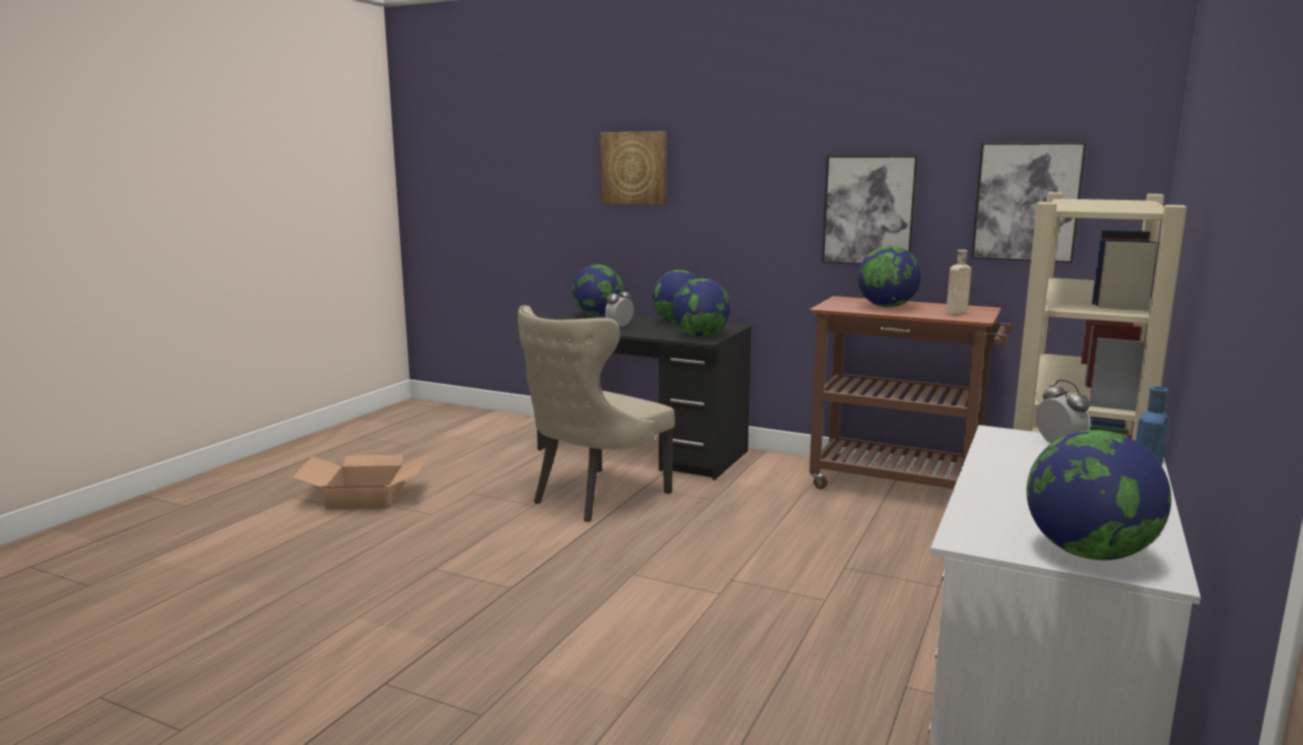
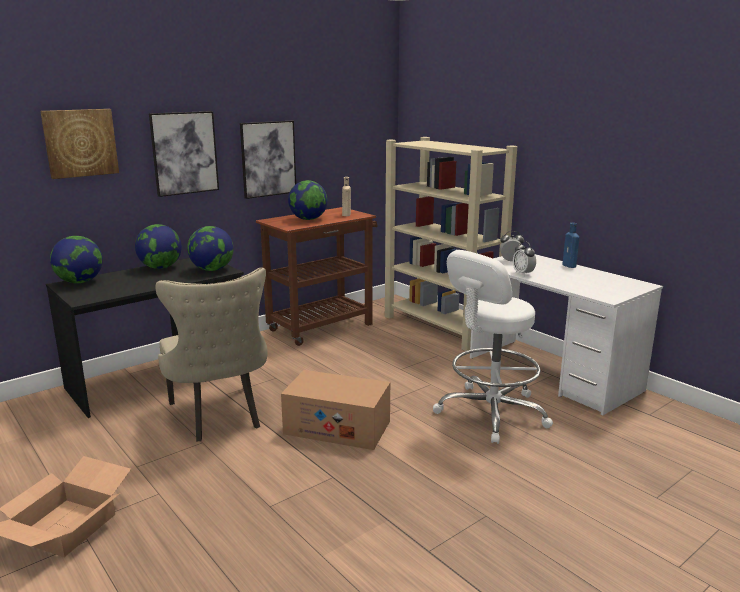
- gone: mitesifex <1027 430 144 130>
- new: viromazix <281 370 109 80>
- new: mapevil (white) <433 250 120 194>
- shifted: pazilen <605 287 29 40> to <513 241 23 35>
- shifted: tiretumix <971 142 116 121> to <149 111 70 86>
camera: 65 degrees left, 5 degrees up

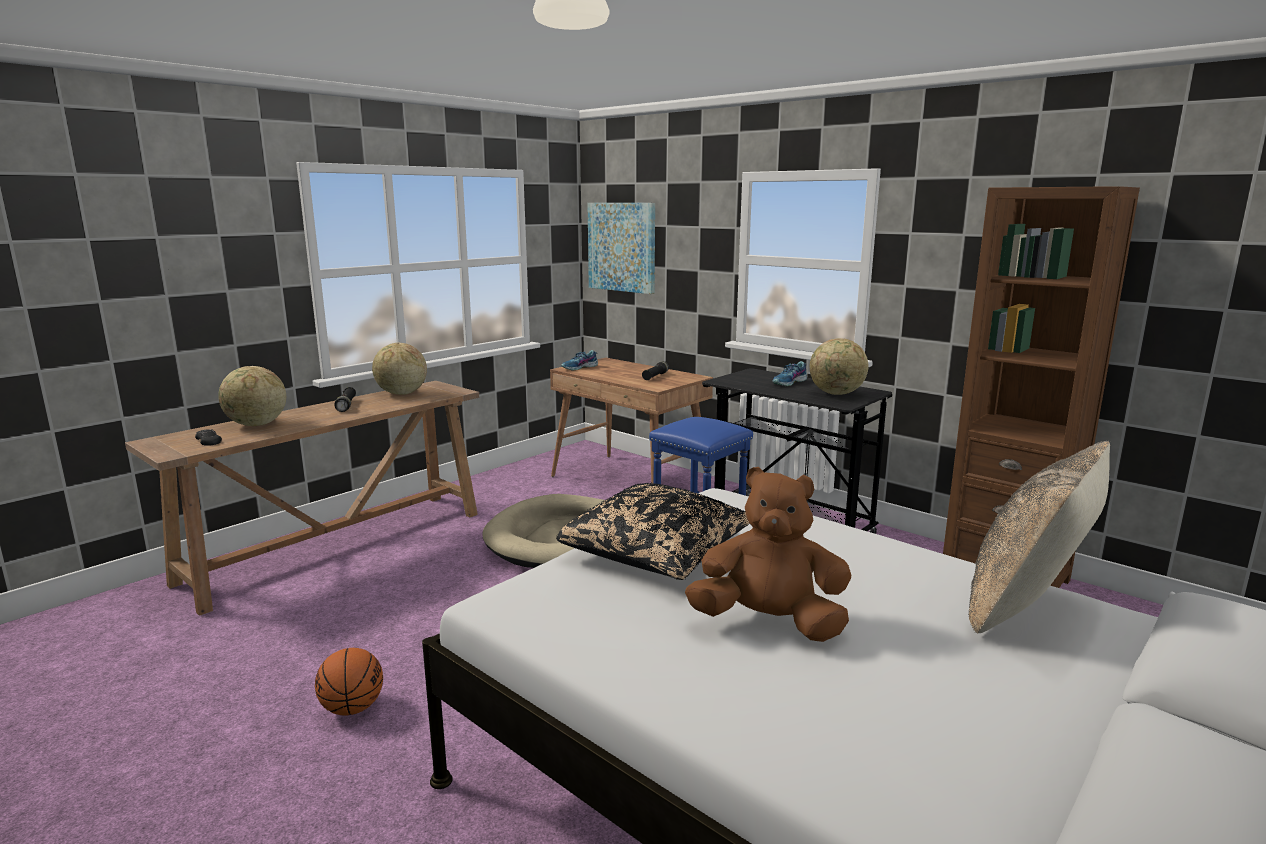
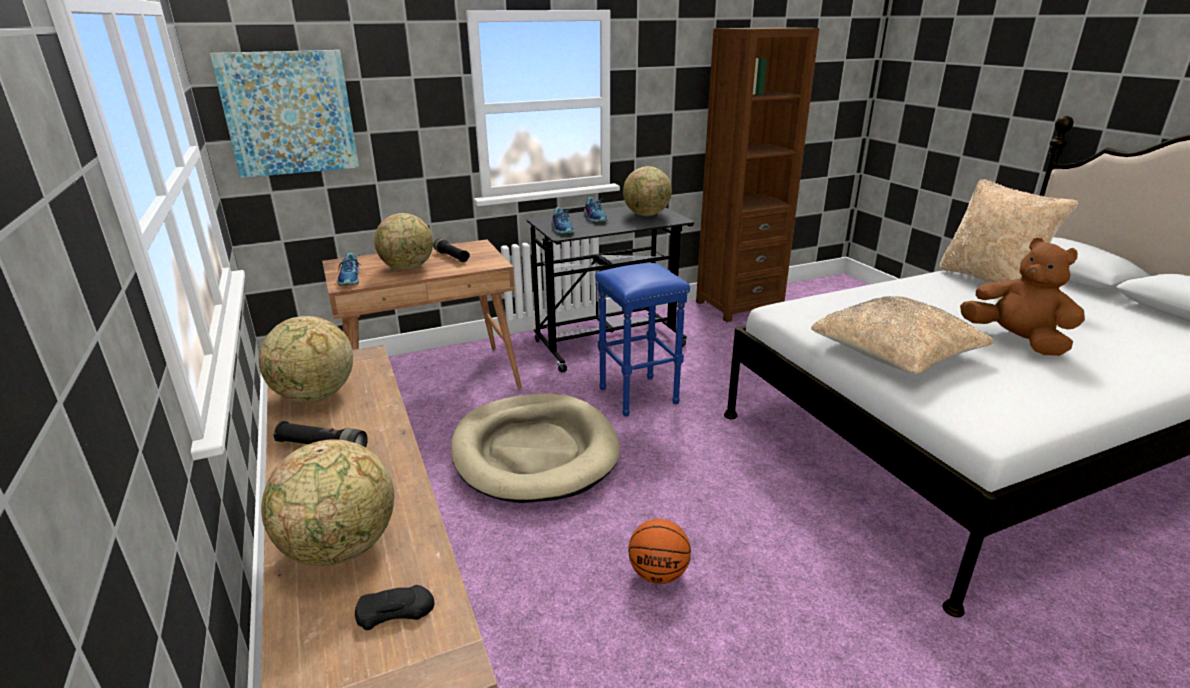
- new: mitesifex <374 213 59 57>
- new: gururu <551 207 23 27>
- shifted: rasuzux <315 648 68 68> to <629 519 62 65>
- repainted: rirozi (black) <556 483 194 97> to rirozi (beige) <811 296 183 78>
- rotated: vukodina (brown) <685 467 166 175> = <960 238 125 118> 105 degrees clockwise
camera: 65 degrees left, 10 degrees up

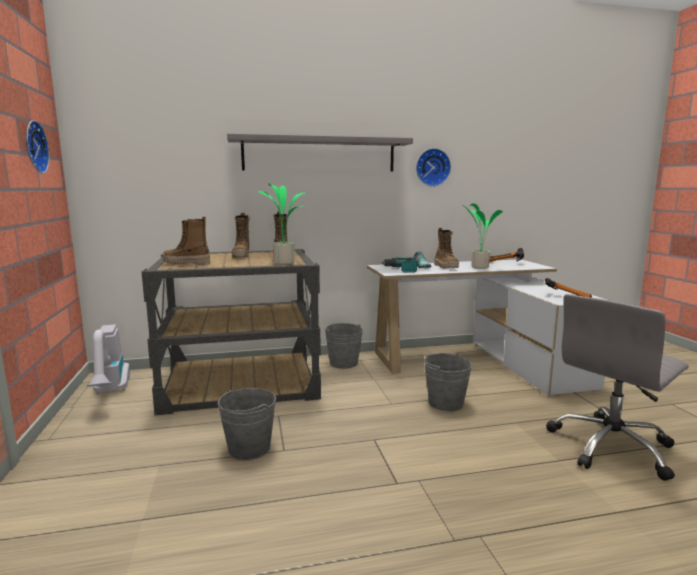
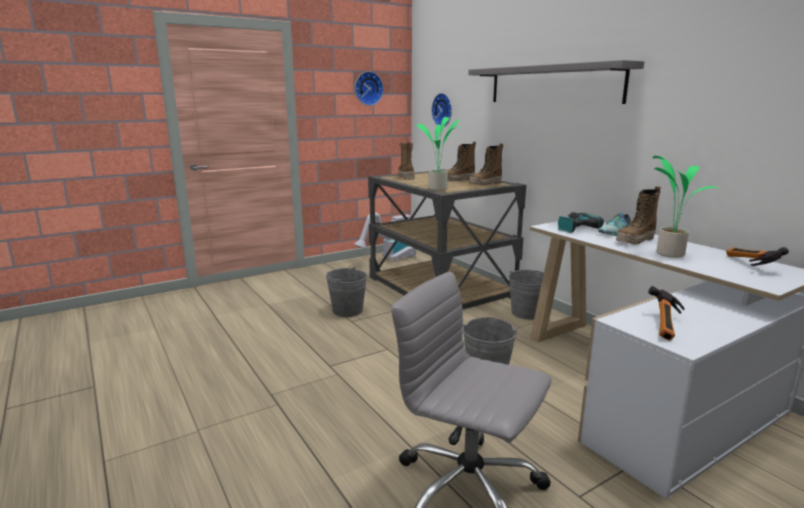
- shifted: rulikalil <416 148 35 39> to <431 93 21 34>
camera: 70 degrees right, 5 degrees up

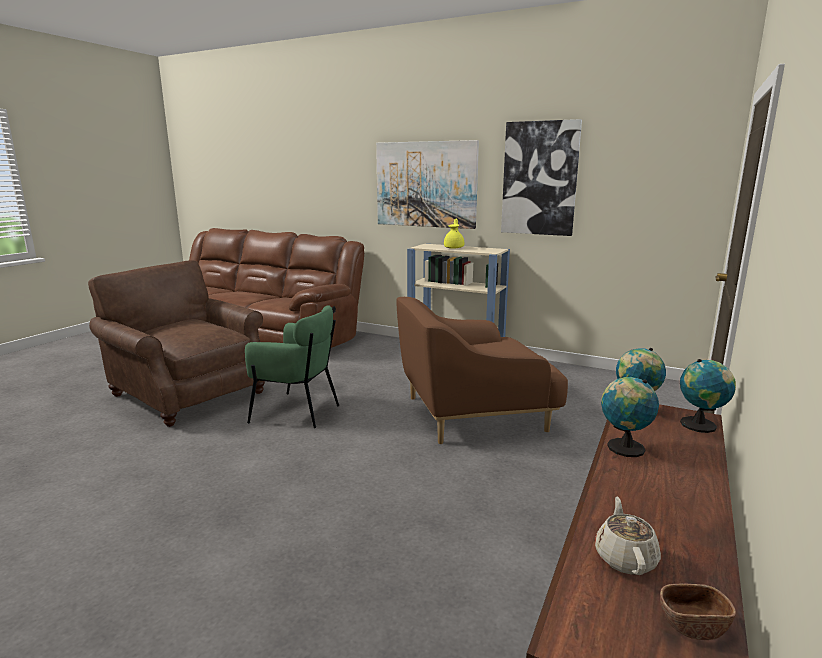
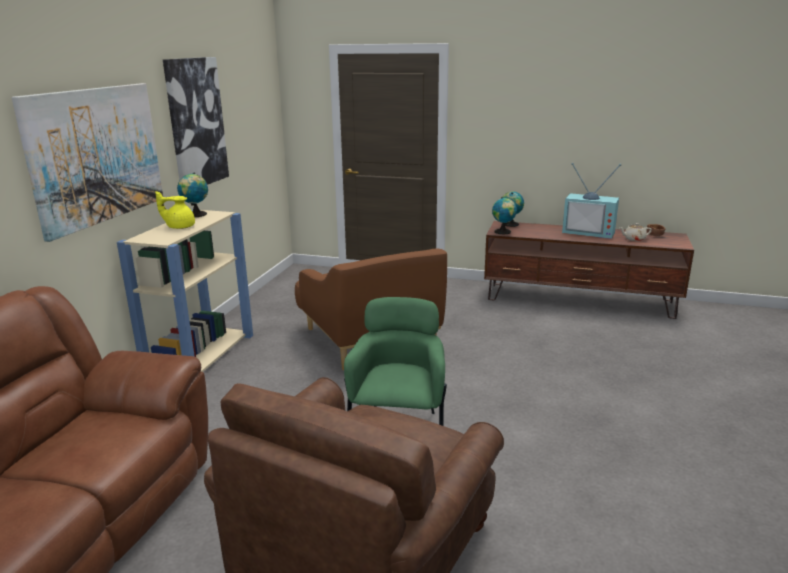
- new: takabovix <562 163 59 76>
- shifted: mitesifex <601 377 58 80> to <177 173 31 44>
camera: 100 degrees left, 5 degrees up

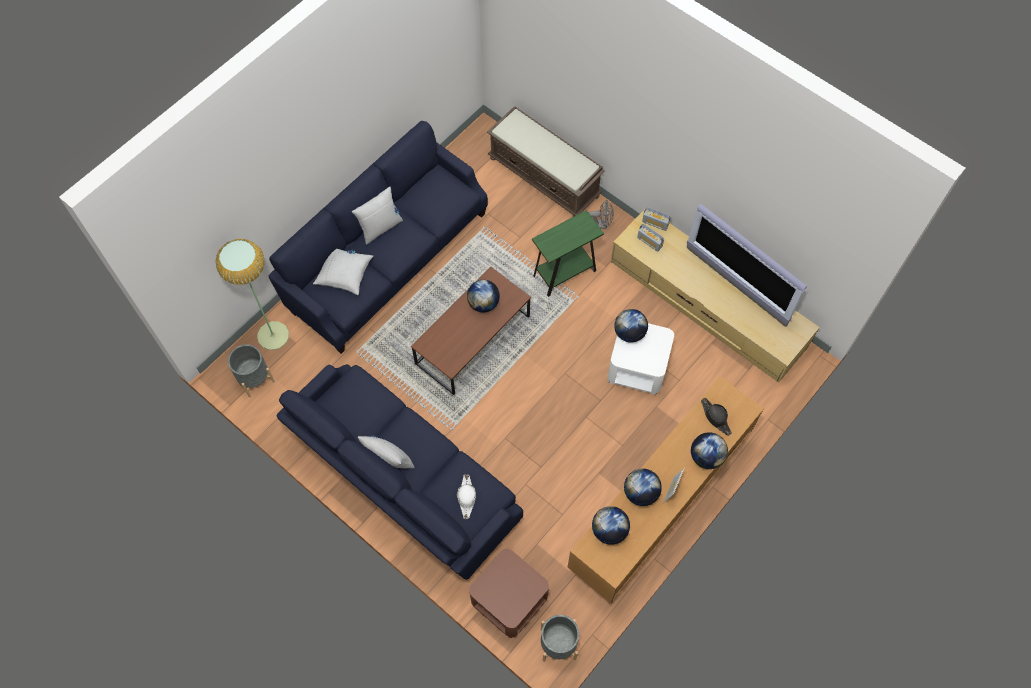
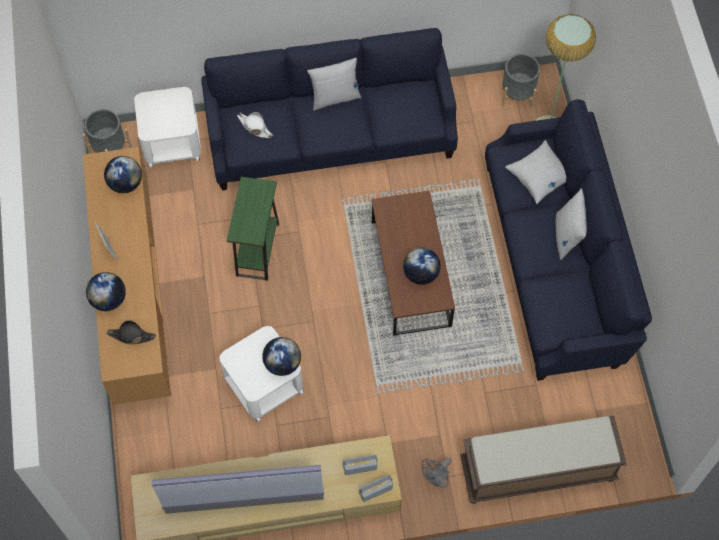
- gone: mitesifex <624 469 38 37>
- shifted: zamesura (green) <532 210 72 87> to <227 177 52 104>
- repainted: zamesura (brown) <469 549 80 89> to zamesura (white) <134 87 67 80>
camera: 130 degrees right, 0 degrees up

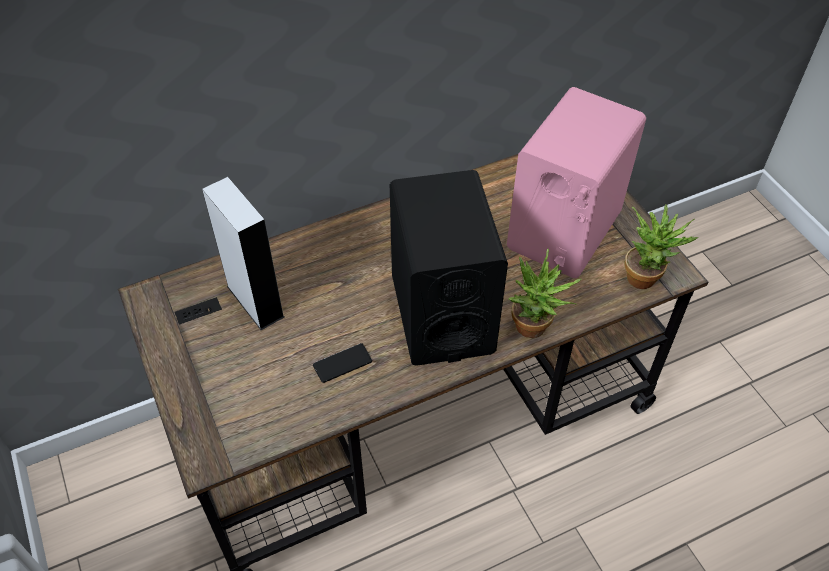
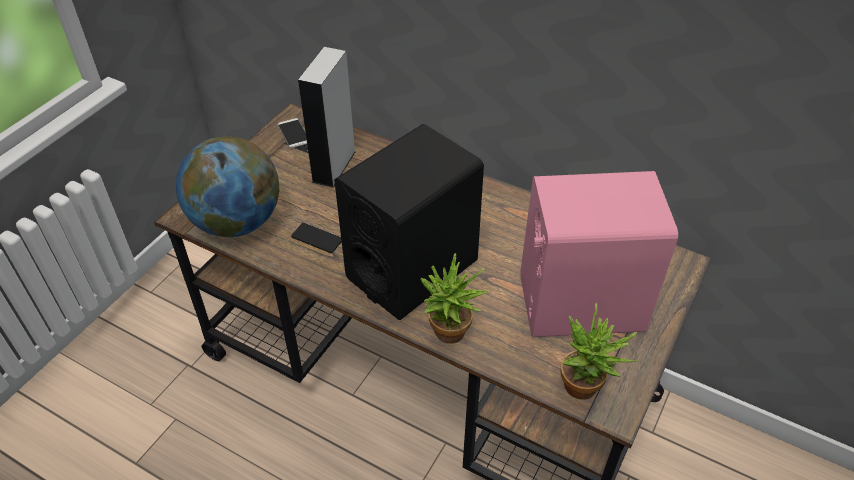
- new: mitesifex <176 136 103 101>
- new: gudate <278 118 29 30>
camera: 55 degrees right, 5 degrees down

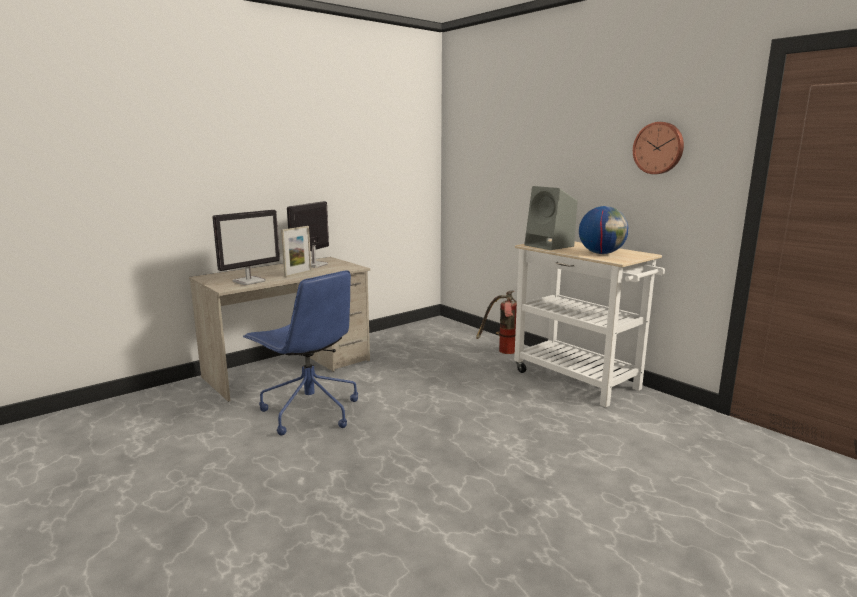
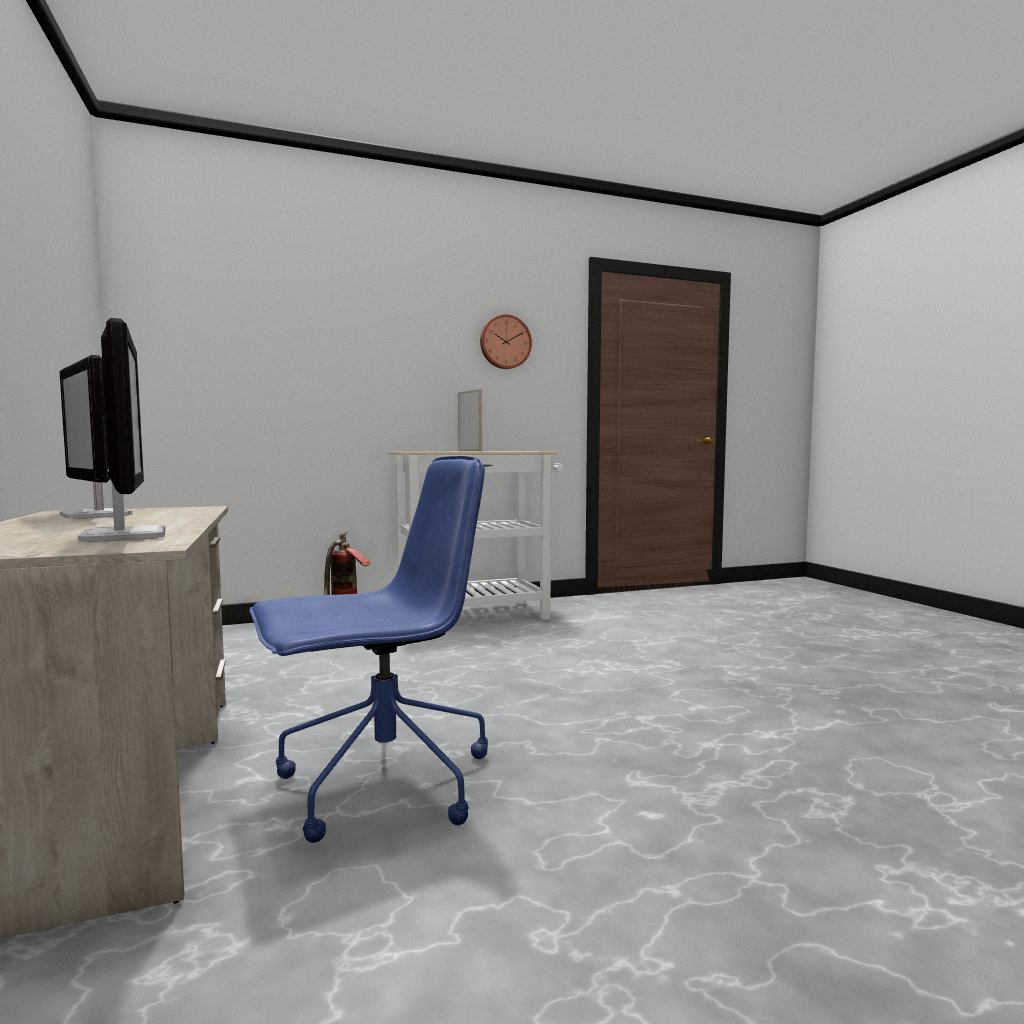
- gone: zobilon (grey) <524 186 53 64>
- gone: mitesifex <579 206 49 48>
- shifted: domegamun <281 226 30 51> to <458 389 24 62>
camera: 70 degrees left, 10 degrees down

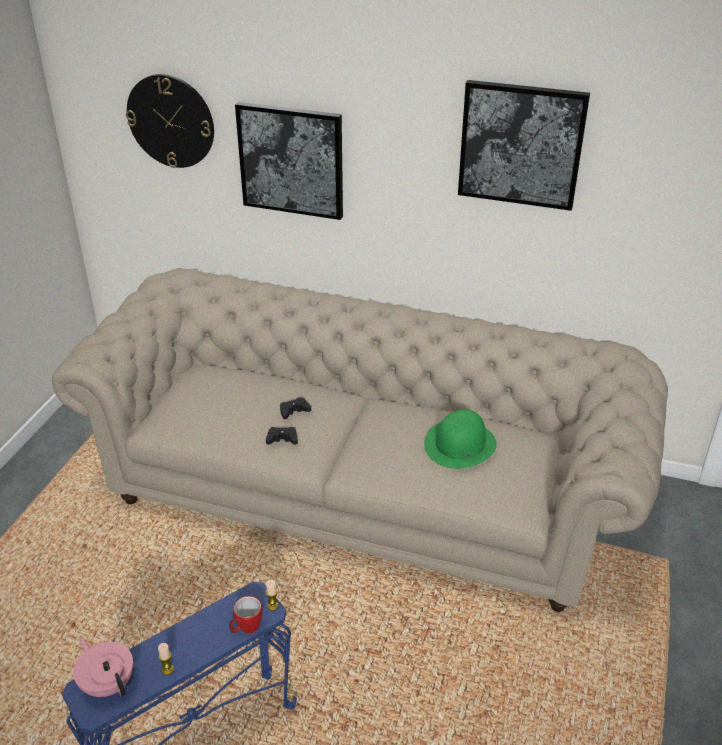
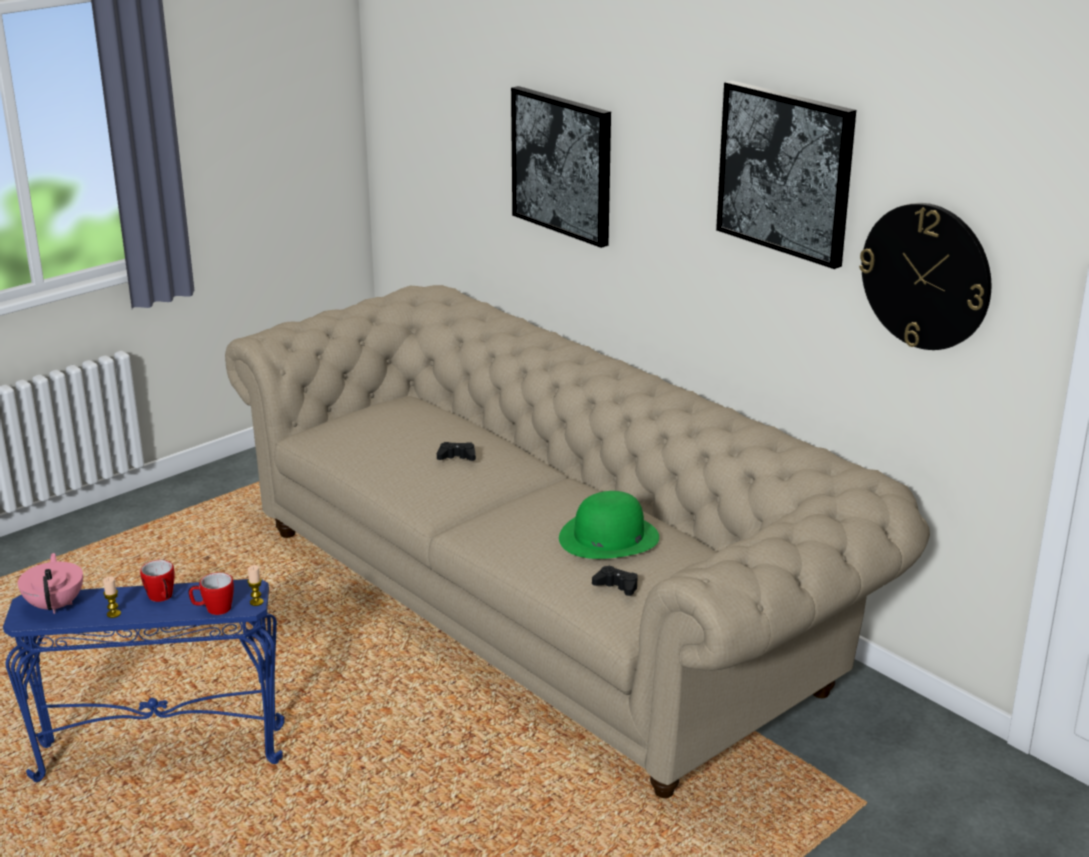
- new: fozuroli <140 560 35 42>
- shifted: rulikalil <126 74 88 94> to <859 203 132 147>
- shifted: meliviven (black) <266 427 32 18> to <592 566 46 30>
camera: 30 degrees right, 10 degrees down

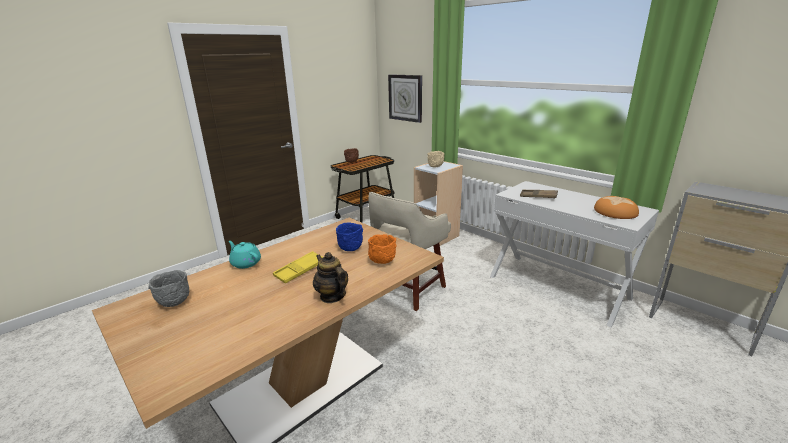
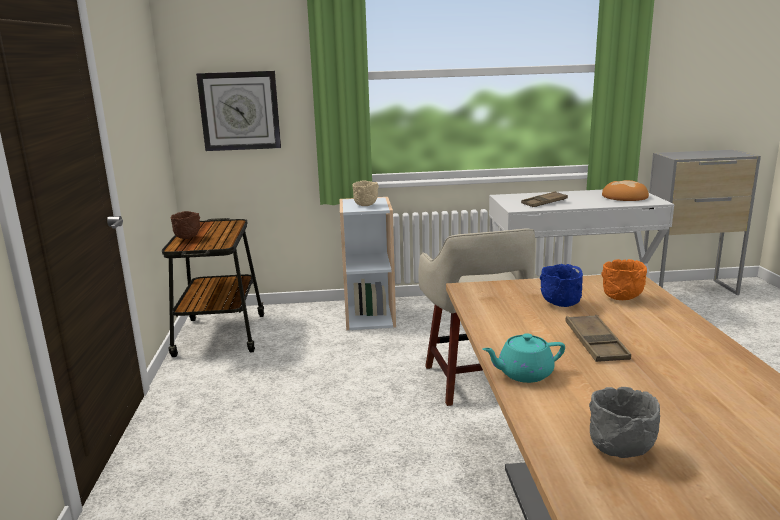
- gone: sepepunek <313 252 35 51>
- repainted: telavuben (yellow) <273 251 50 32> to telavuben (brown) <566 315 65 47>
camera: 50 degrees left, 5 degrees down

